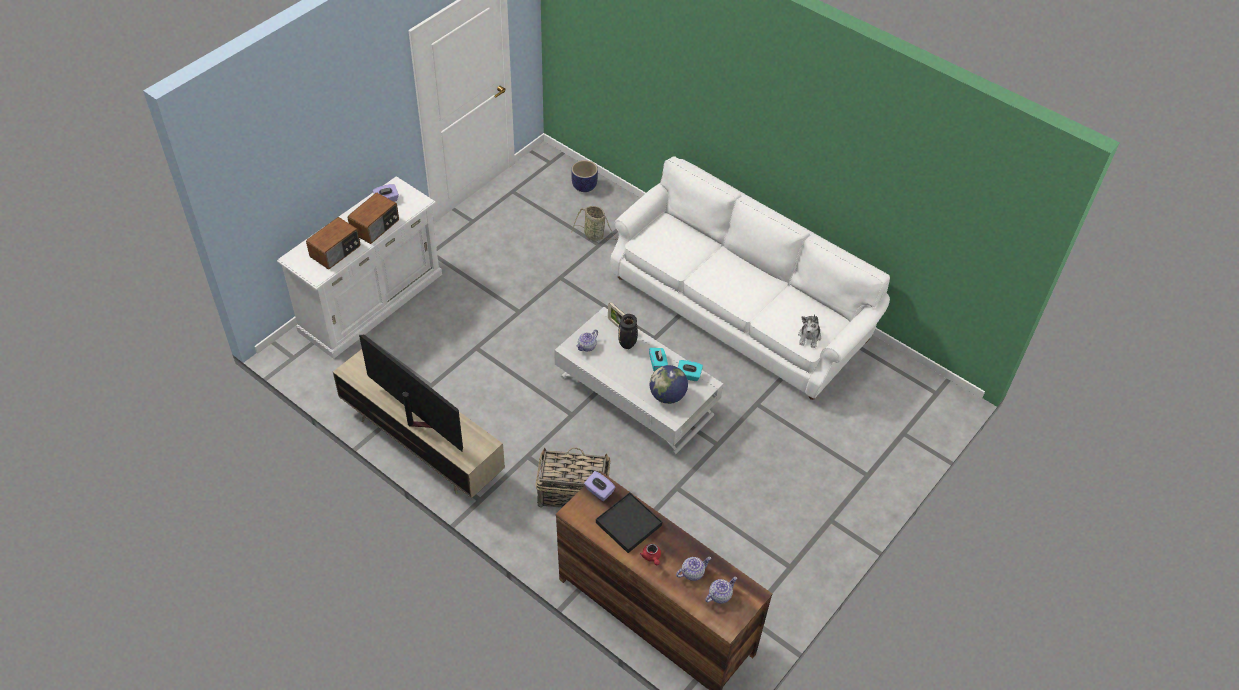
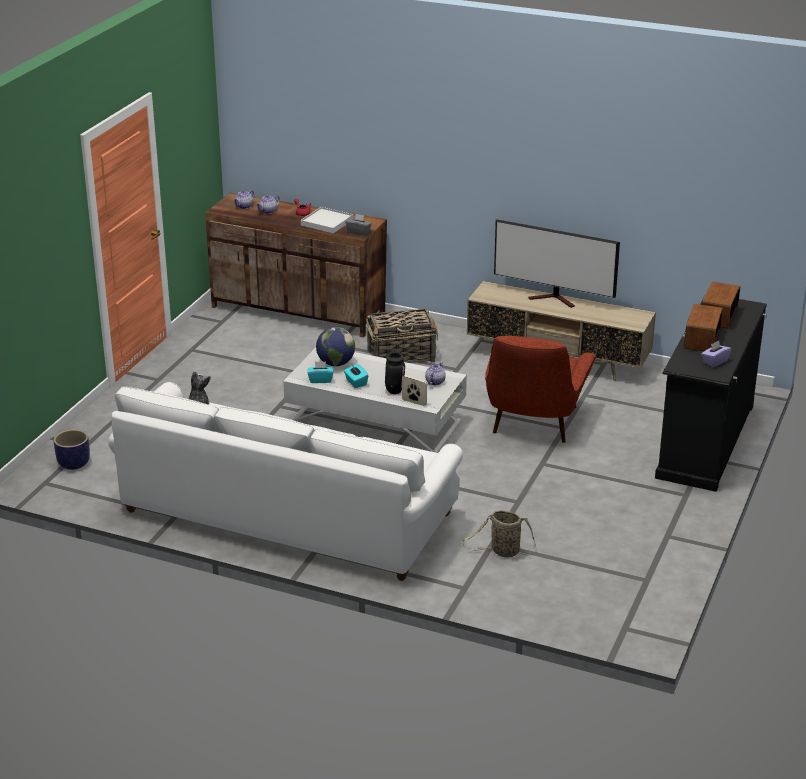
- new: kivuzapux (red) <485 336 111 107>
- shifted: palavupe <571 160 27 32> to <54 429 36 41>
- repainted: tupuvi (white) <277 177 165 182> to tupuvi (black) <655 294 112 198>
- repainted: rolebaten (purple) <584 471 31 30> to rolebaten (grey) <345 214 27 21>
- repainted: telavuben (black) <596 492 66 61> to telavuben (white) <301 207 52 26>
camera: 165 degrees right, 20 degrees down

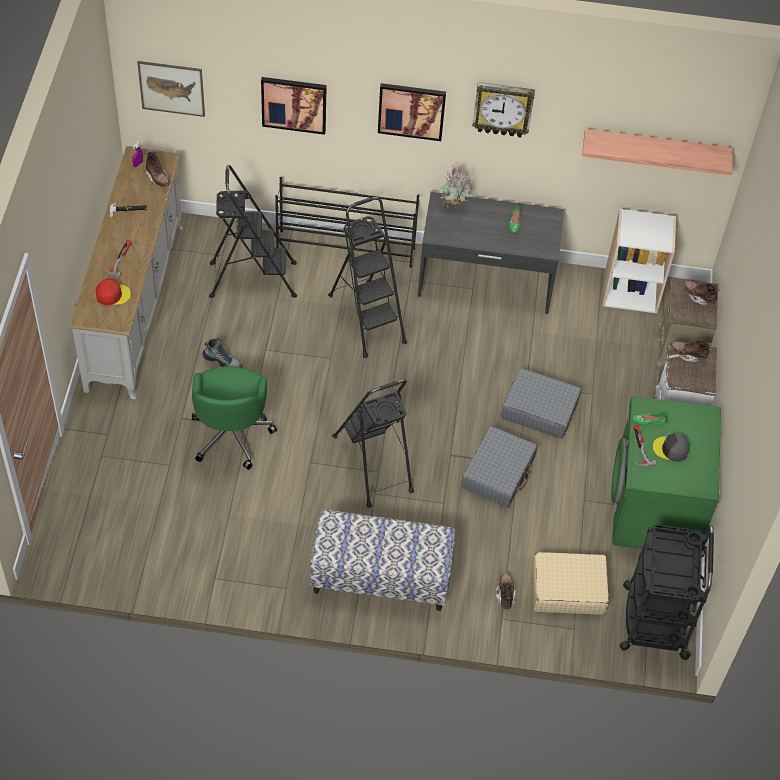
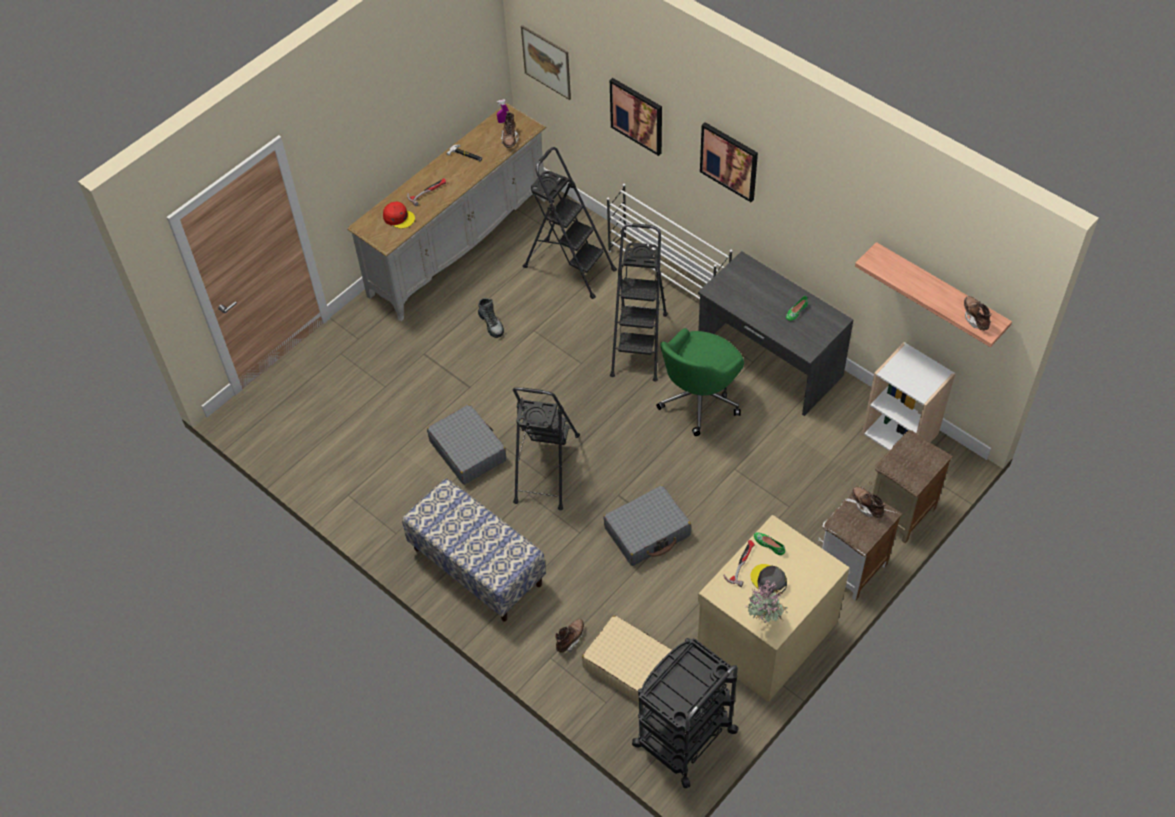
- gone: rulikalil <473 82 62 55>
- shifted: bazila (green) <192 366 85 104> to <656 328 88 108>
- shifted: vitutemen <440 164 34 44> to <745 579 43 44>
- shifted: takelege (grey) <501 368 80 71> to <427 404 79 81>
- shifted: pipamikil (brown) <683 281 37 25> to <964 296 28 35>
- repainted: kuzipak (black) <275 177 144 91> to kuzipak (white) <607 184 125 115>
- repainted: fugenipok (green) <611 396 110 153> to fugenipok (beige) <697 515 153 187>
camera: 40 degrees right, 0 degrees up

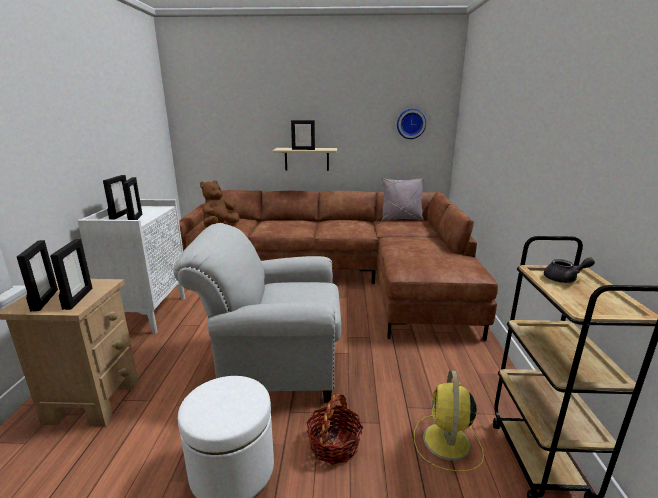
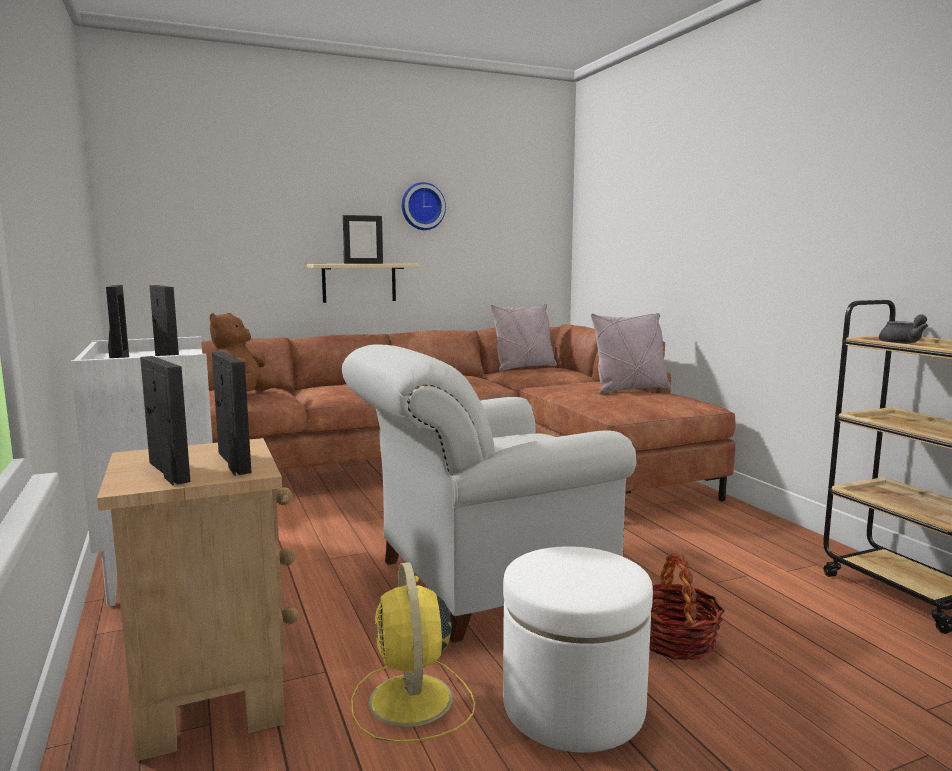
- new: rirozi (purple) <591 313 80 81>
- shifted: rulikalil <397 109 29 30> to <402 182 44 48>
- shifted: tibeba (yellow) <414 370 70 102> to <351 562 124 180>
camera: 25 degrees left, 10 degrees down

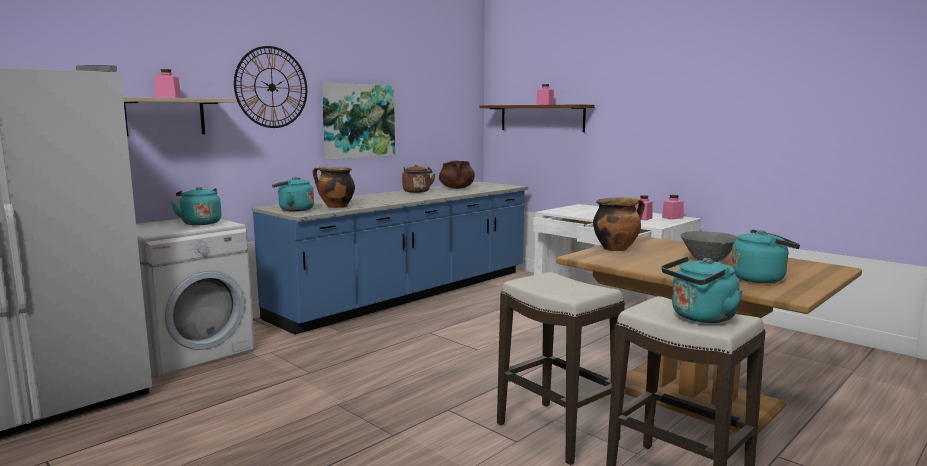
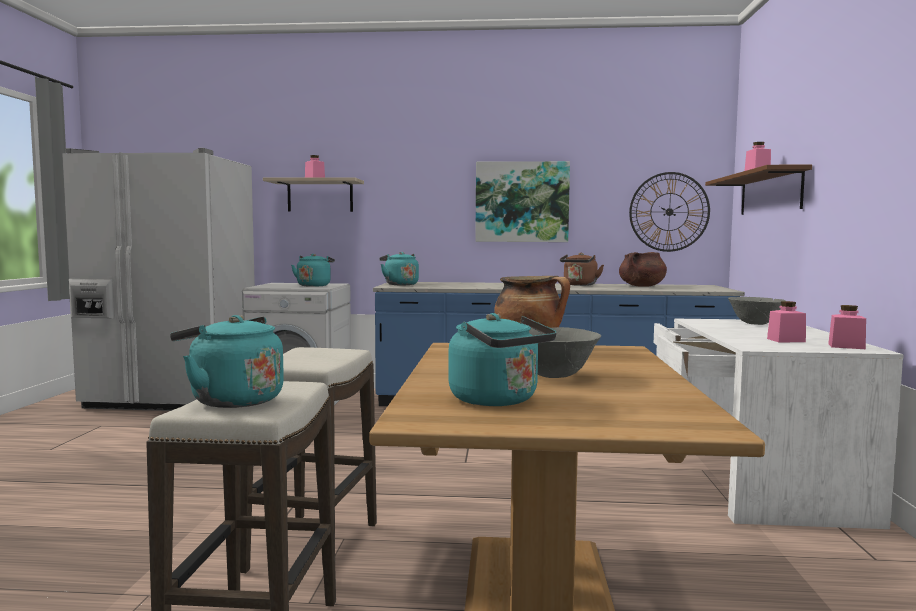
- gone: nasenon <313 167 42 41>
- new: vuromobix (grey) <728 297 58 28>
- shifted: rulikalil <234 46 73 82> to <629 172 81 80>
camera: 50 degrees right, 5 degrees down

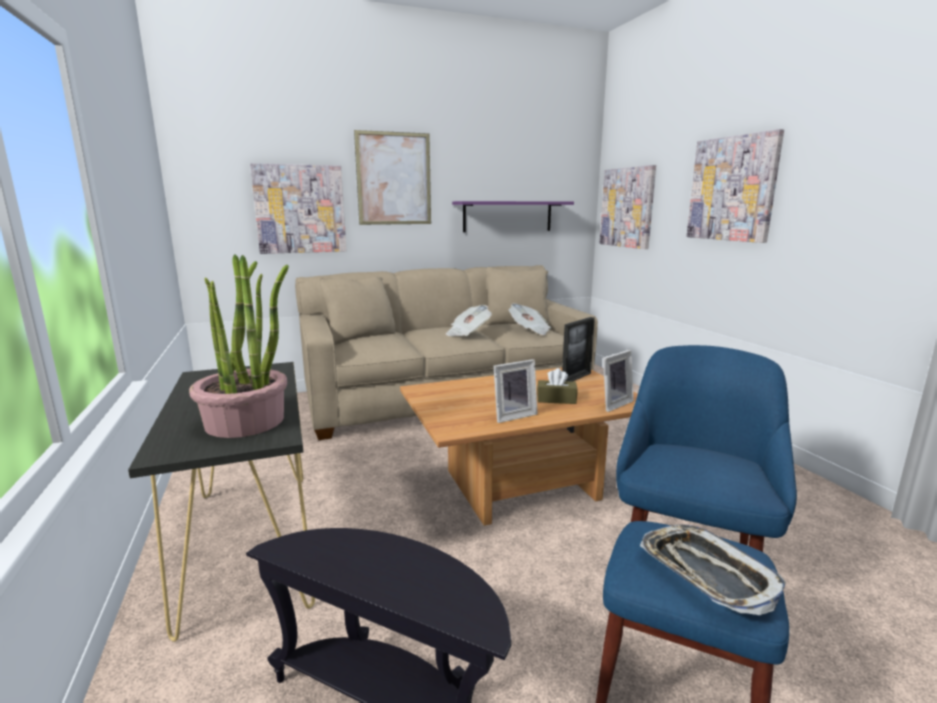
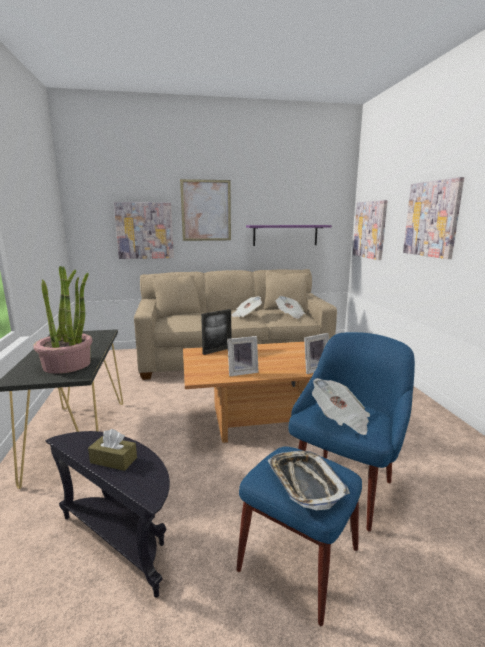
- new: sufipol <312 378 58 57>
- shifted: rolebaten (brown) <537 368 40 36> to <88 429 49 42>
- shifted: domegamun <562 317 33 64> to <201 309 30 46>
camera: 10 degrees right, 0 degrees up

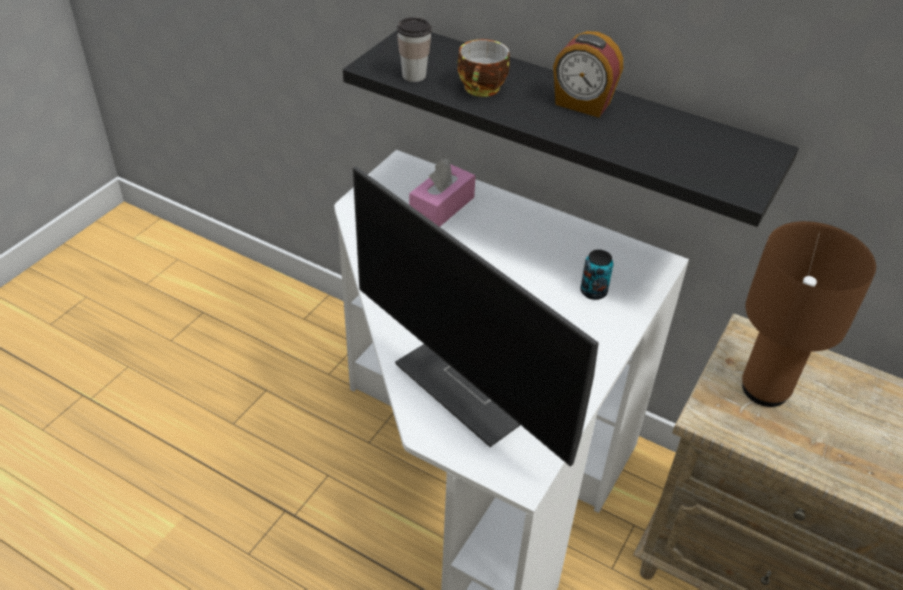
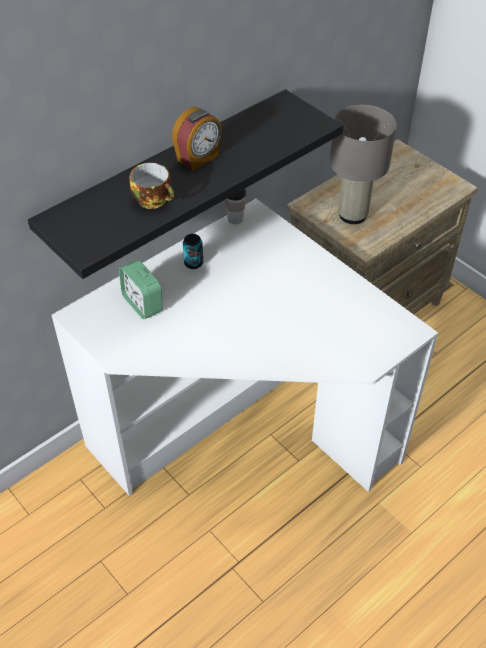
- gone: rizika <353 166 246 301>
- shifted: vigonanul <397 17 35 65> to <225 189 21 35>
- shifted: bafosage <580 250 33 50> to <183 234 20 35>
- swapped: rolebaten (pink) <409 159 67 68> to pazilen <119 260 44 59>
- repainted: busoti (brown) <742 221 134 186> to busoti (grey) <330 105 66 119>
camera: 70 degrees left, 5 degrees up

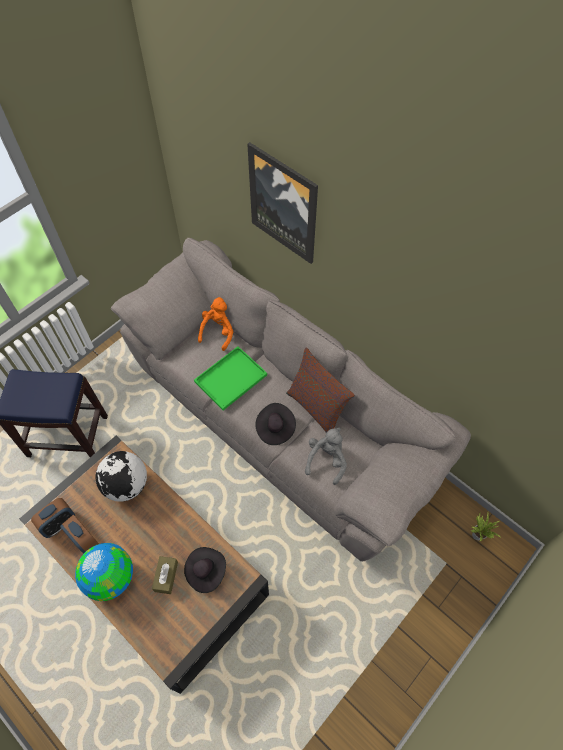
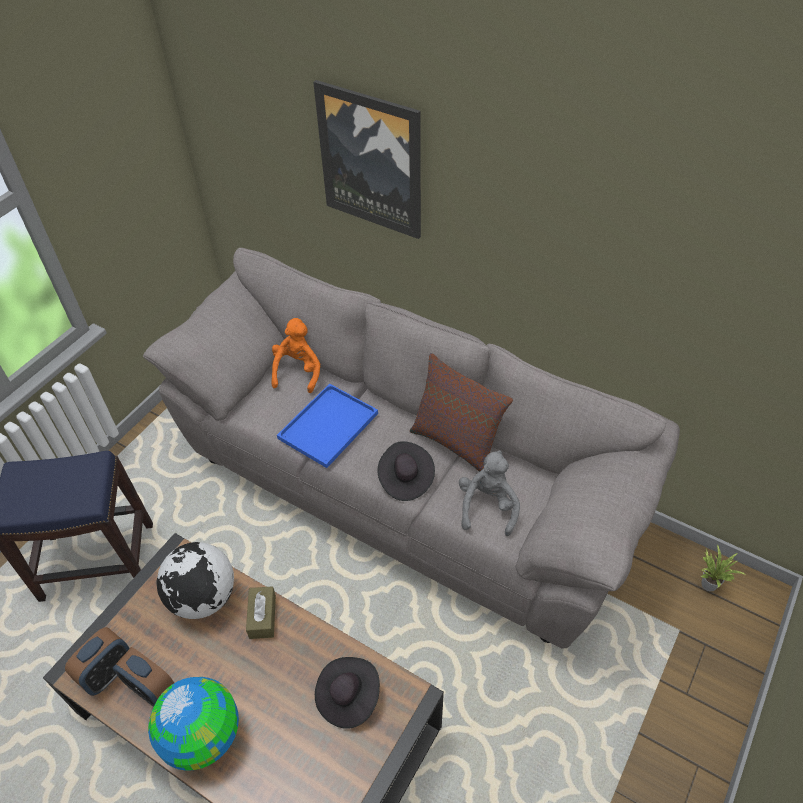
- shifted: rolebaten (brown) <152 556 26 38> to <246 586 30 53>
- repainted: telavuben (green) <194 346 73 65> to telavuben (blue) <277 383 101 85>
camera: 10 degrees left, 10 degrees down

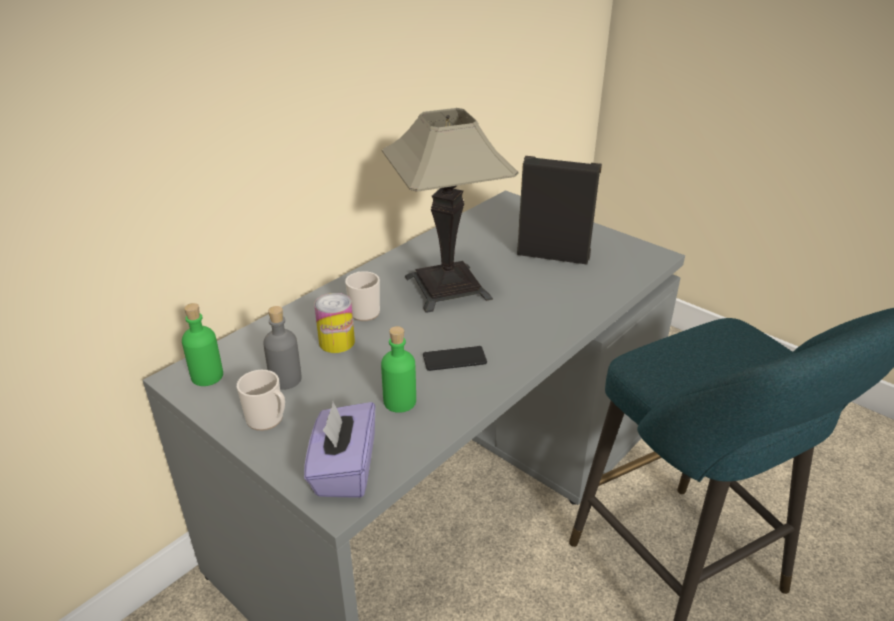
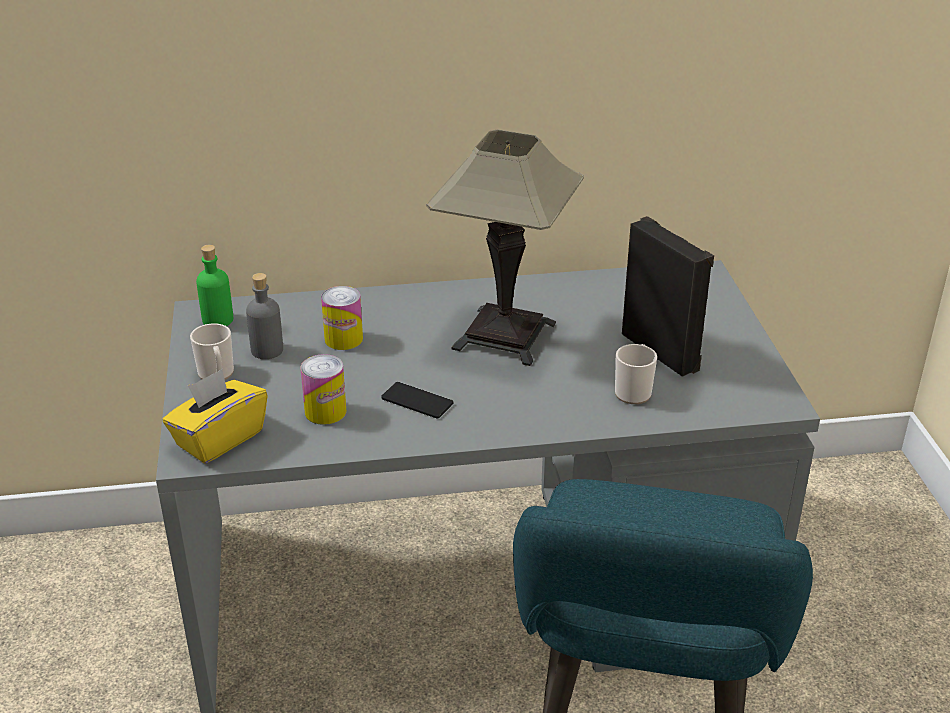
- shifted: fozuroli <345 271 35 50> to <615 344 42 60>
- swapped: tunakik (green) <381 326 35 87> to bafosage <300 354 47 71>
- repainted: rolebaten (purple) <304 402 71 96> to rolebaten (yellow) <163 369 105 95>
camera: 40 degrees right, 0 degrees up

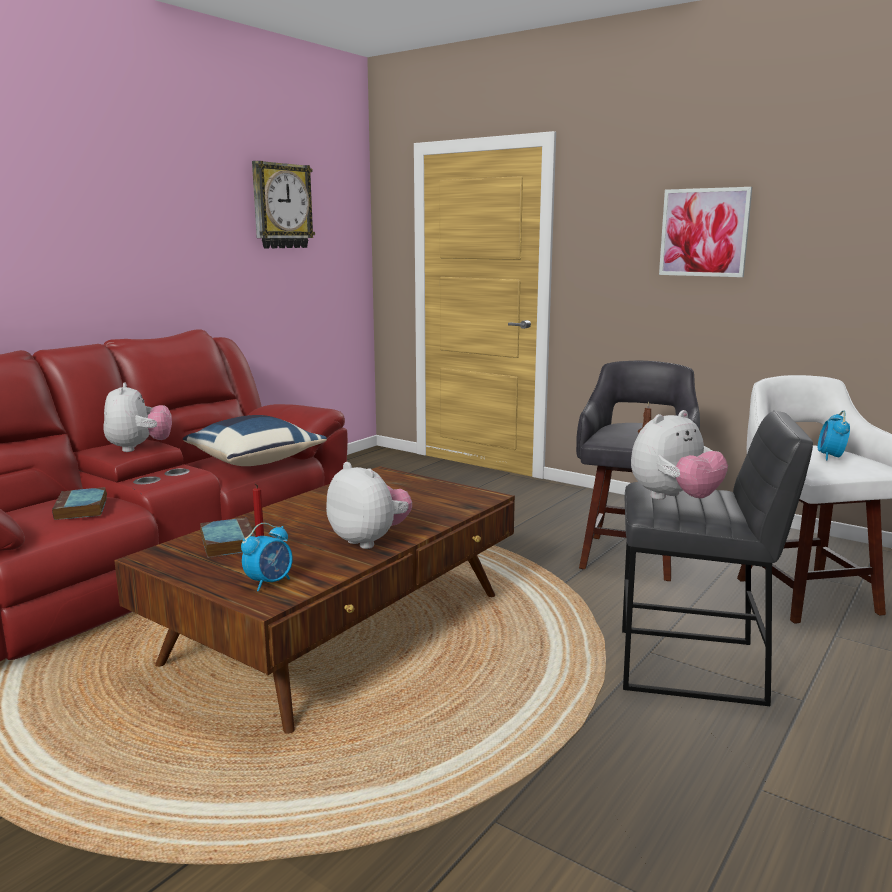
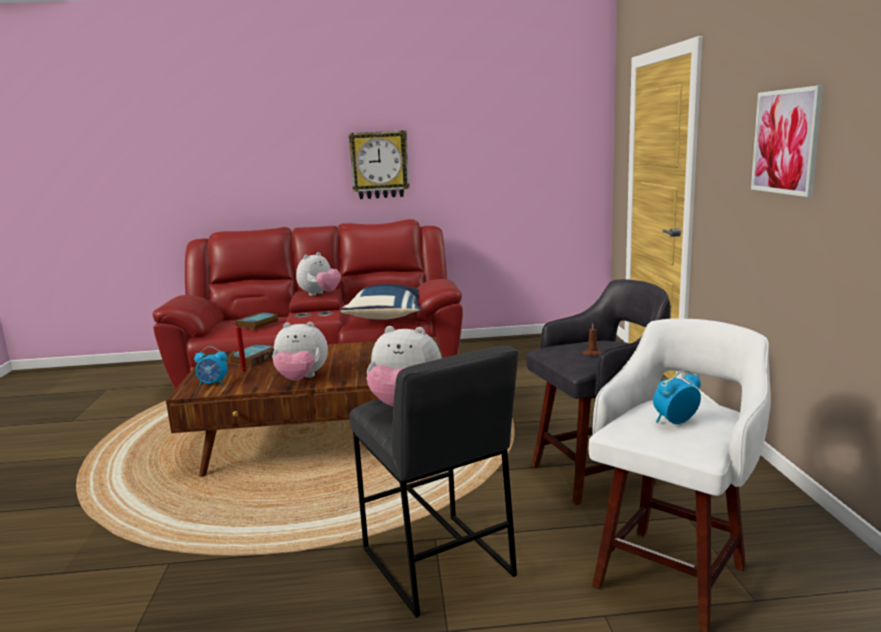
- shifted: rulikalil <252 161 63 88> to <349 130 61 69>
- rotated: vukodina <326 462 86 87> = <272 322 56 59> 90 degrees clockwise
camera: 50 degrees right, 0 degrees up

